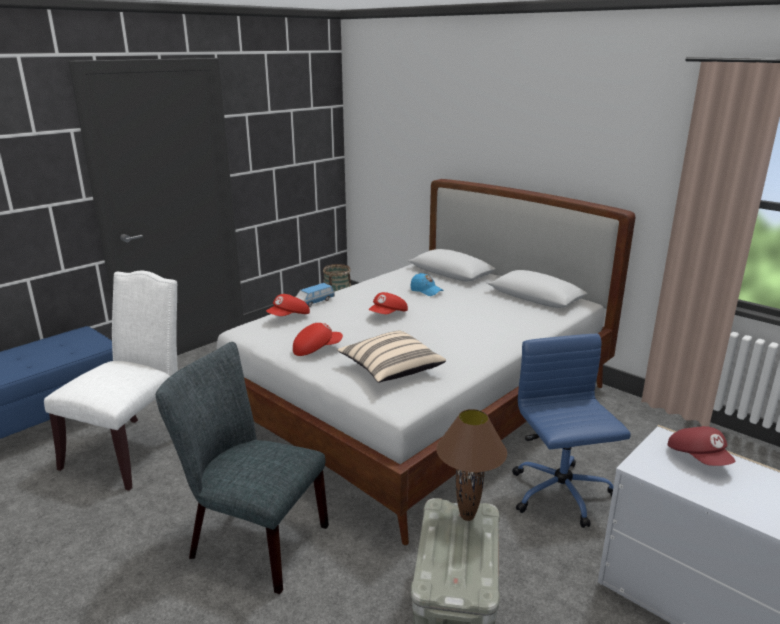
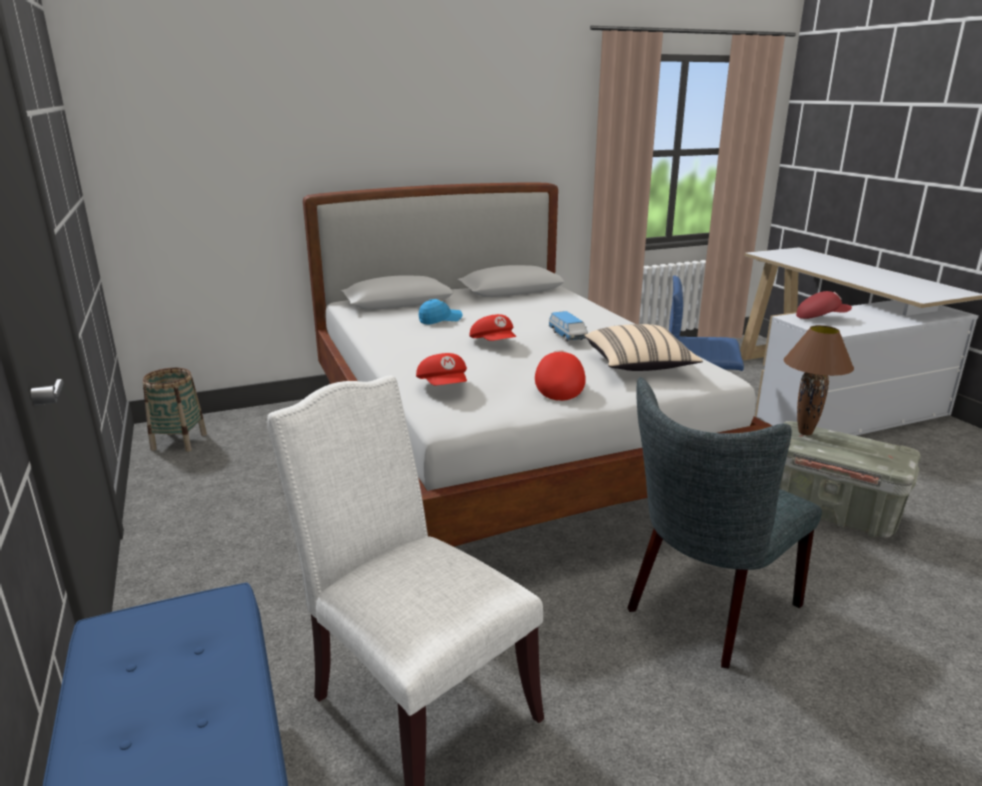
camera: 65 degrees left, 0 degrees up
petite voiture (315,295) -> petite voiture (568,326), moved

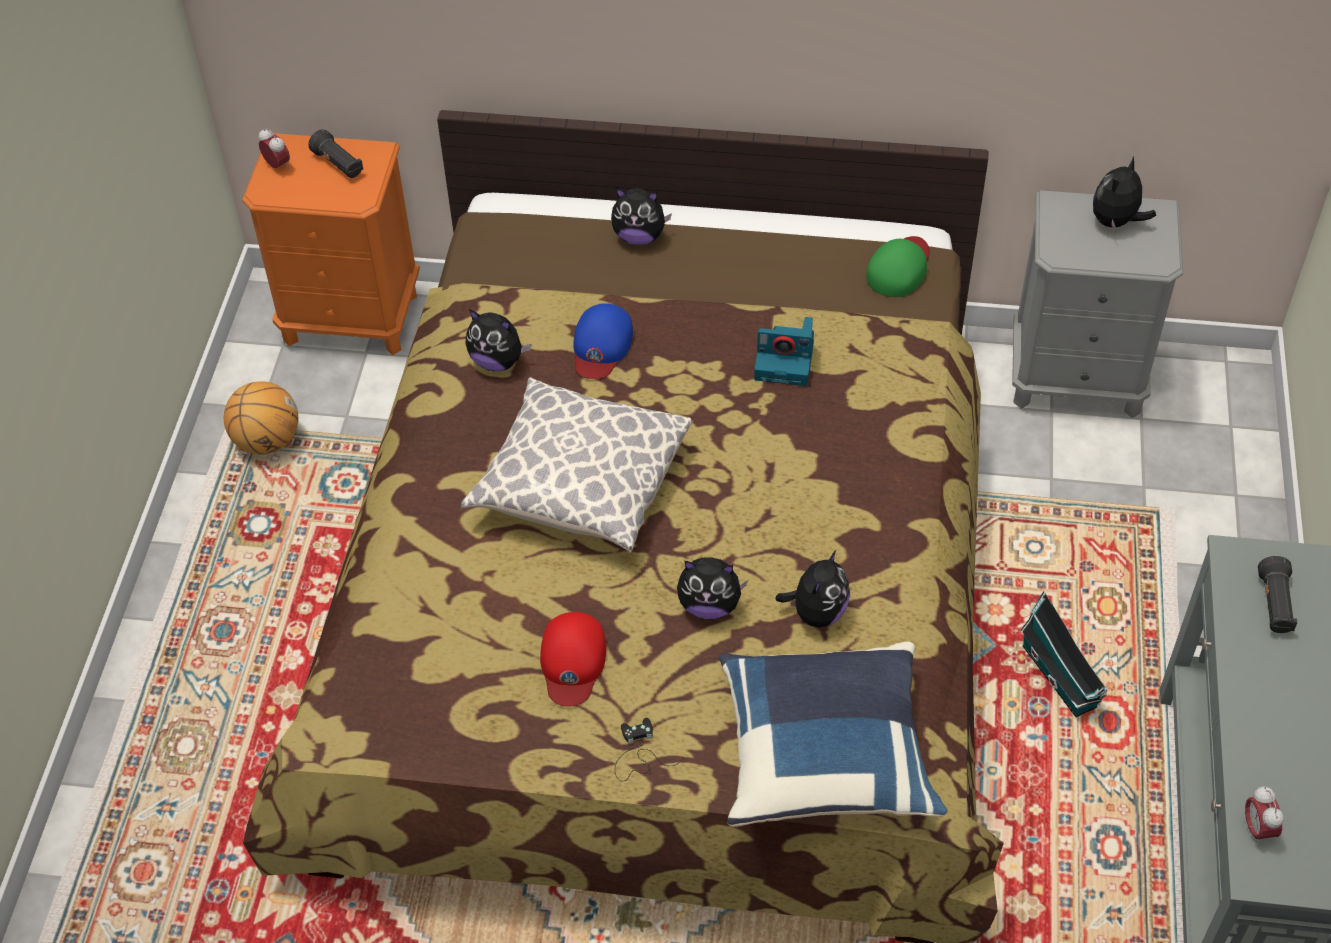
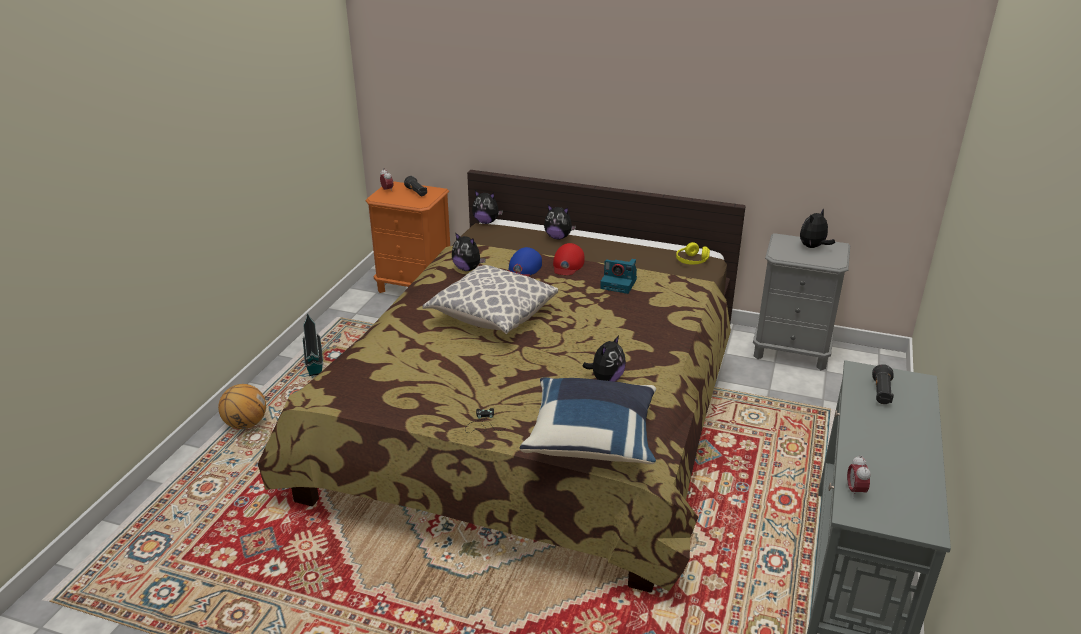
camera: 10 degrees right, 20 degrees down
ballon de basket (261,417) -> ballon de basket (242,406), moved
casquette (rouge) (573,659) -> casquette (rouge) (568,259), moved
peluche (712,588) -> peluche (487,207), moved
casquette (vert) (898,266) -> casque audio (jaune) (693,253)
maison miniature (1064,654) -> maison miniature (313,344), moved

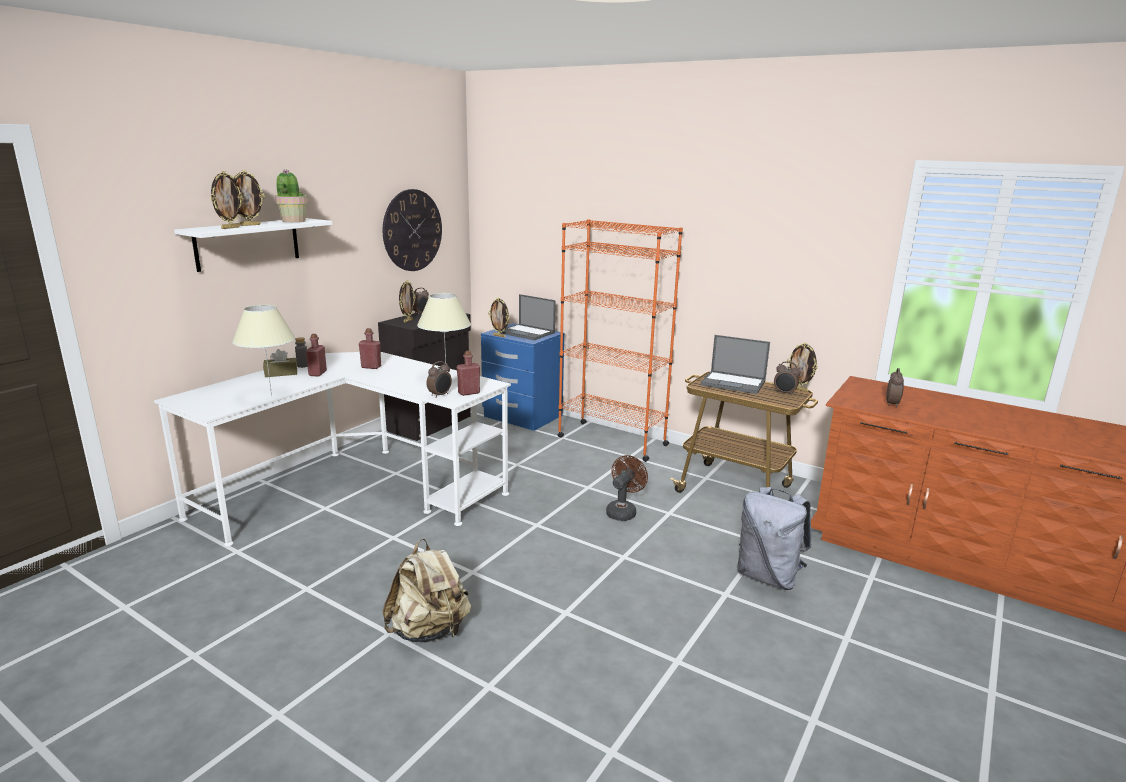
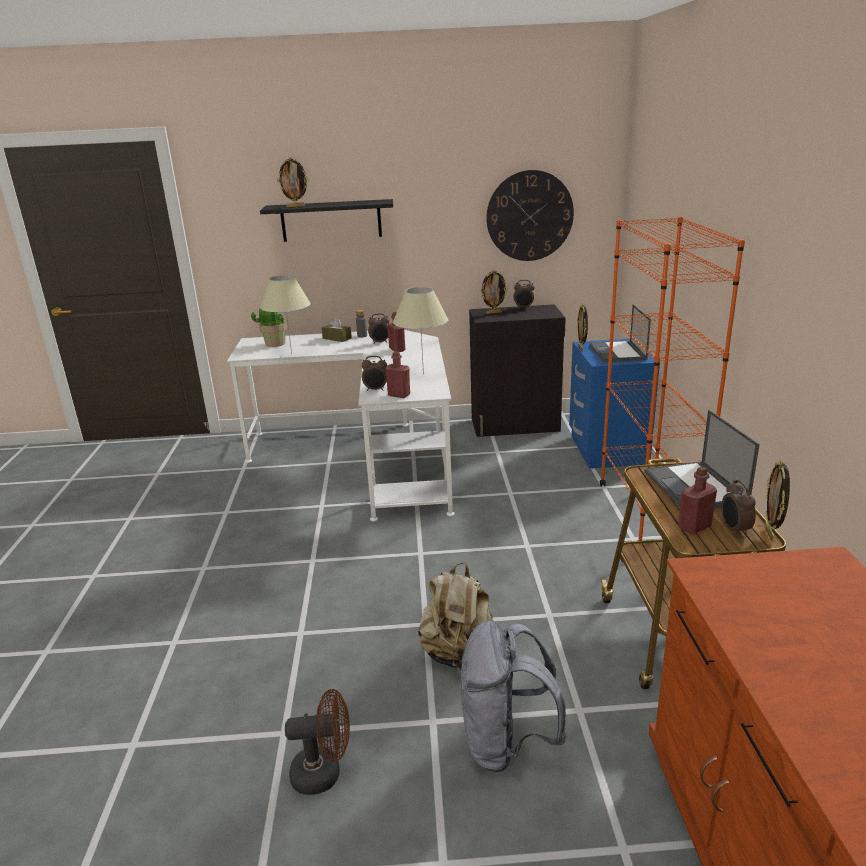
camera: 55 degrees right, 5 degrees up
étagère (blanc) (253,245) -> étagère (noir) (326,220)
cadre photo (249,198) -> none
plante en pot (291,196) -> plante en pot (269,327), moved
bouteille (rouge) (316,355) -> bouteille (rouge) (697,501), moved
sac à dos (beige) (427,590) -> sac à dos (beige) (455,618), moved
ventilateur (marron) (627,488) -> ventilateur (marron) (317,742), moved
réveil (895,388) -> réveil (378,328), moved

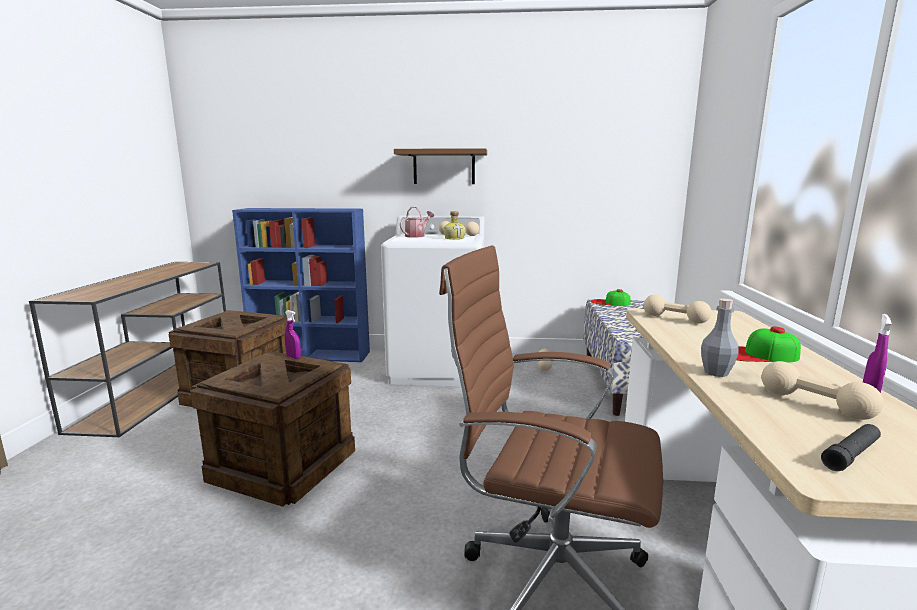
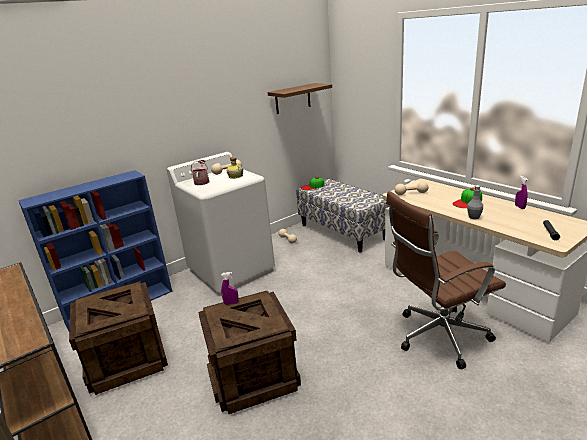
camera: 40 degrees left, 10 degrees up
étagère (marron) (440,166) -> étagère (marron) (300,98), moved
haltère (beige) (822,390) -> none

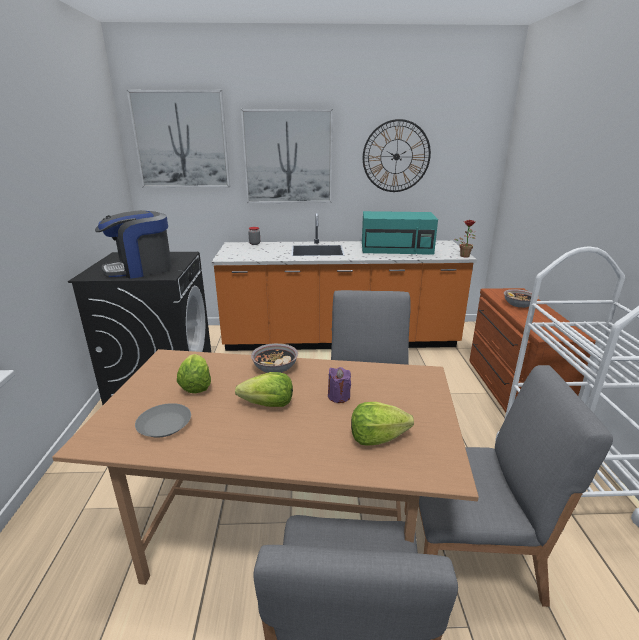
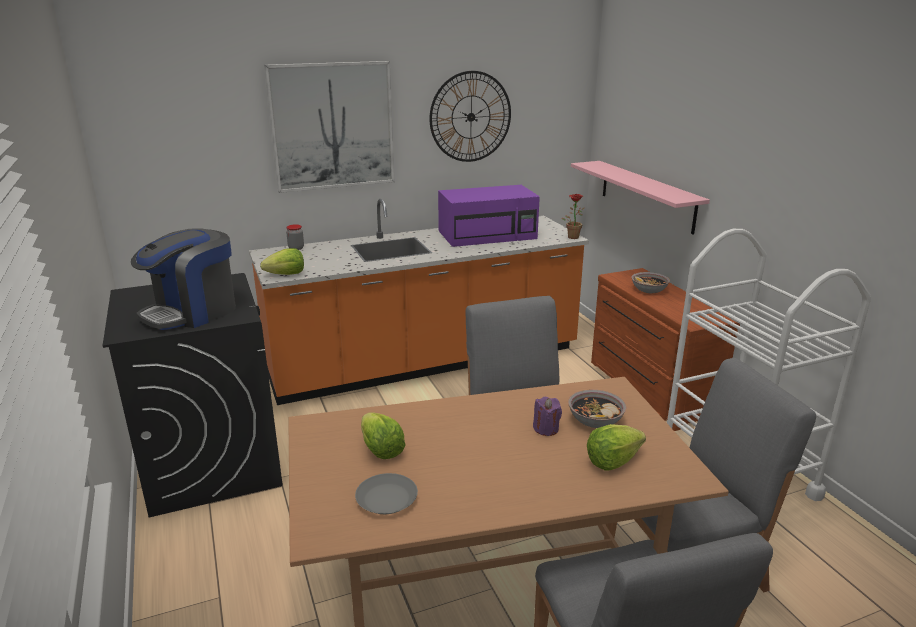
camera: 20 degrees left, 0 degrees up
tableau (178,139) -> none
laitue (264,389) -> laitue (282,261), moved
bol (274,358) -> bol (597,409), moved
micro-ondes (turquoise) (400,233) -> micro-ondes (violet) (489,216)
none -> étagère (rose) (640,197)

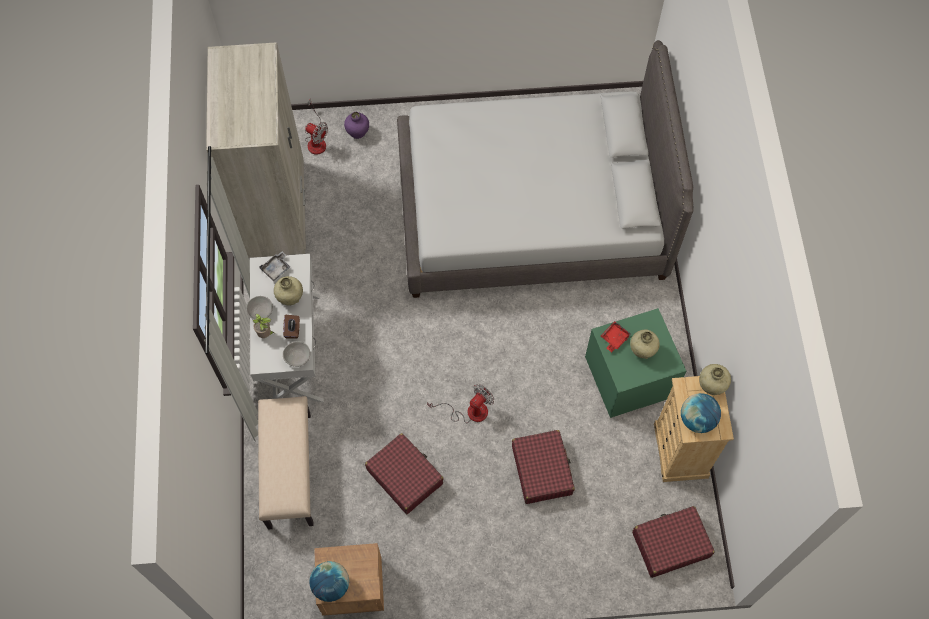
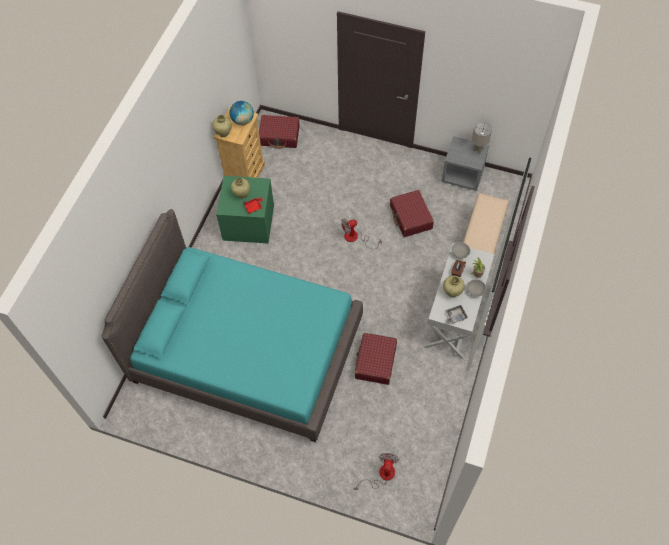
camera: 155 degrees left, 5 degrees down
armoire (beige) (256,150) -> none
ventilateur (316,127) -> ventilateur (376,471), 45 degrees clockwise
globe (329,581) -> lampe de table (gris) (482,138)
table de chevet (marron) (349,579) -> table de chevet (gris) (465,163)
vase (violet) (356,125) -> none
lit (gris) (545,169) -> lit (turquoise) (232,325)
valise (rouge) (543,467) -> valise (rouge) (376,359), moved

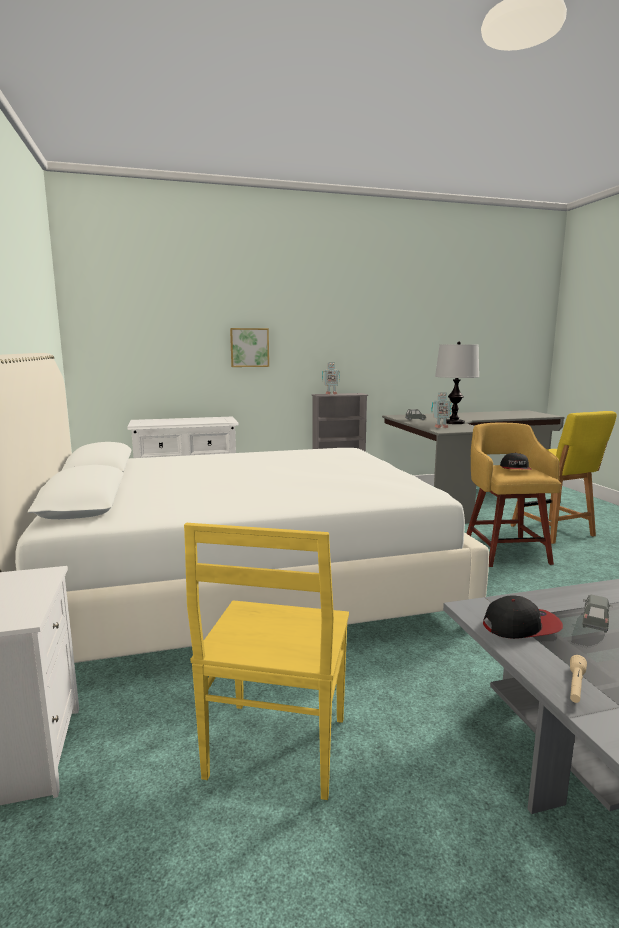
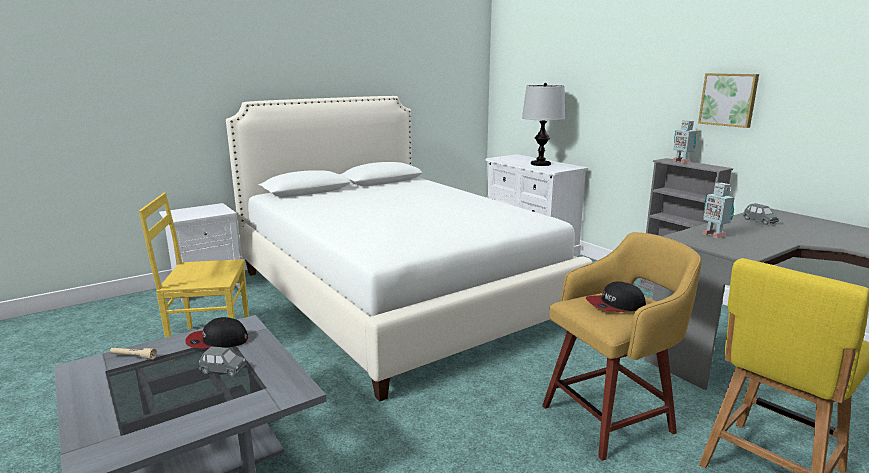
camera: 70 degrees right, 5 degrees up
tableau (249,347) -> tableau (728,100), moved
lampe de table (457,382) -> lampe de table (543,124), moved
casquette (523,617) -> casquette (216,332), 105 degrees clockwise

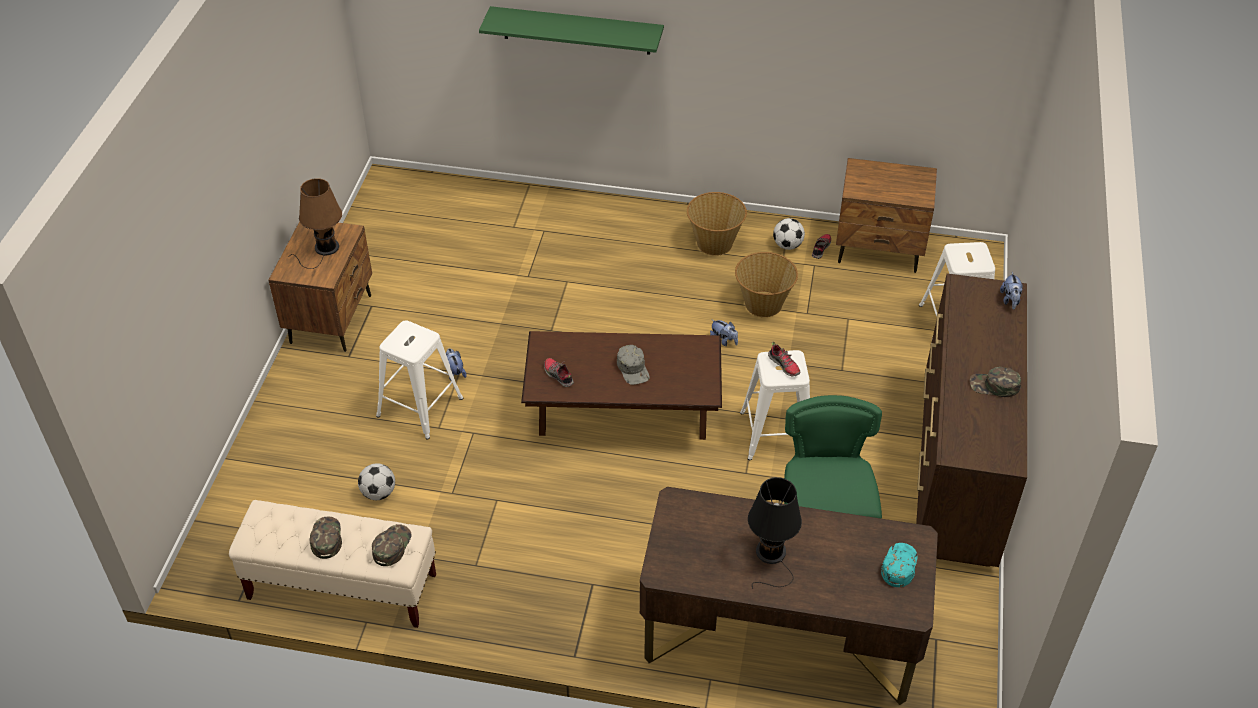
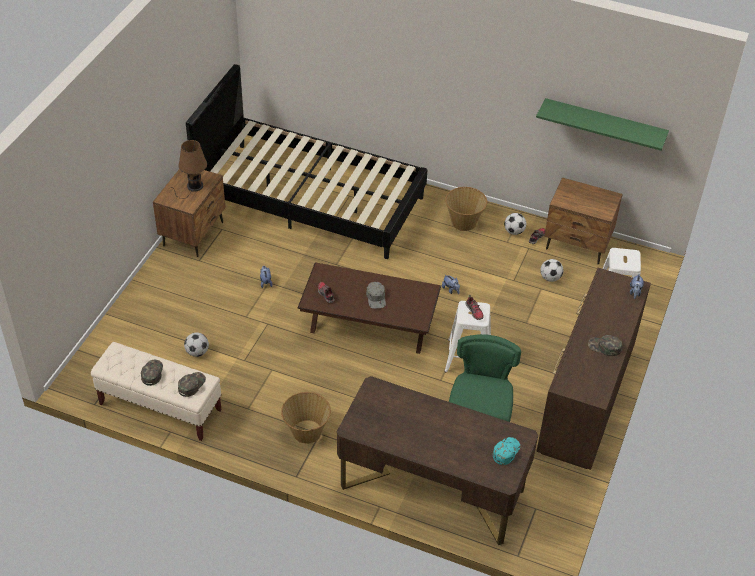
camera: 10 degrees right, 0 degrees up
tabouret (blanc) (419,380) -> none
étagère (vert) (571,30) -> étagère (vert) (602,124), moved
panier (766,284) -> panier (306,418), moved
lampe de table (noir) (775,533) -> none
none -> lit (noir) (306,161)
none -> ballon de foot (551,270)

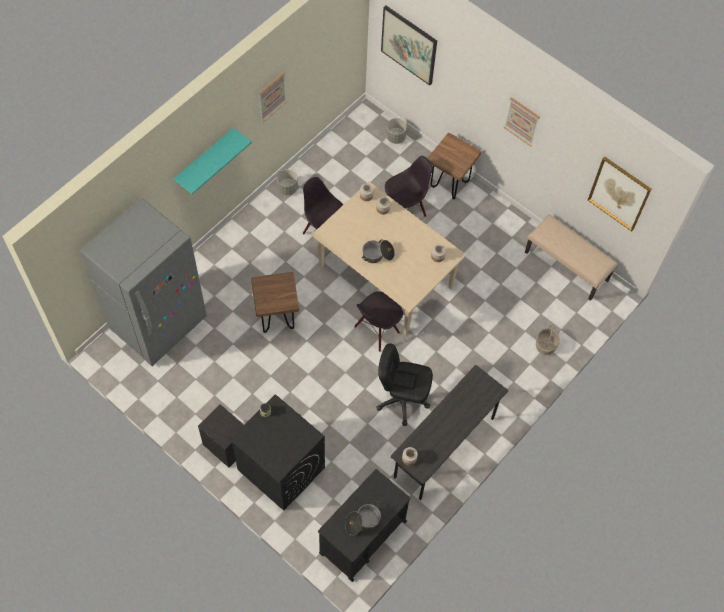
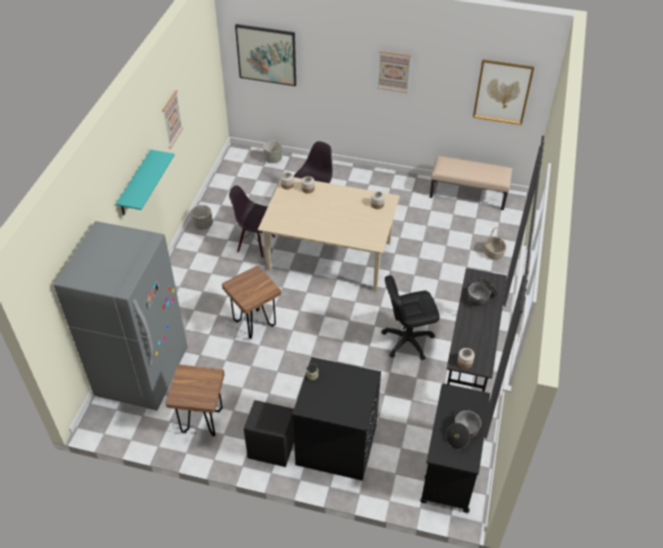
camera: 25 degrees left, 15 degrees down
chaise (noir) (378,321) -> none
marmite (378,251) -> marmite (483,292), moved
tabouret (marron) (454,166) -> tabouret (marron) (195,400), moved

